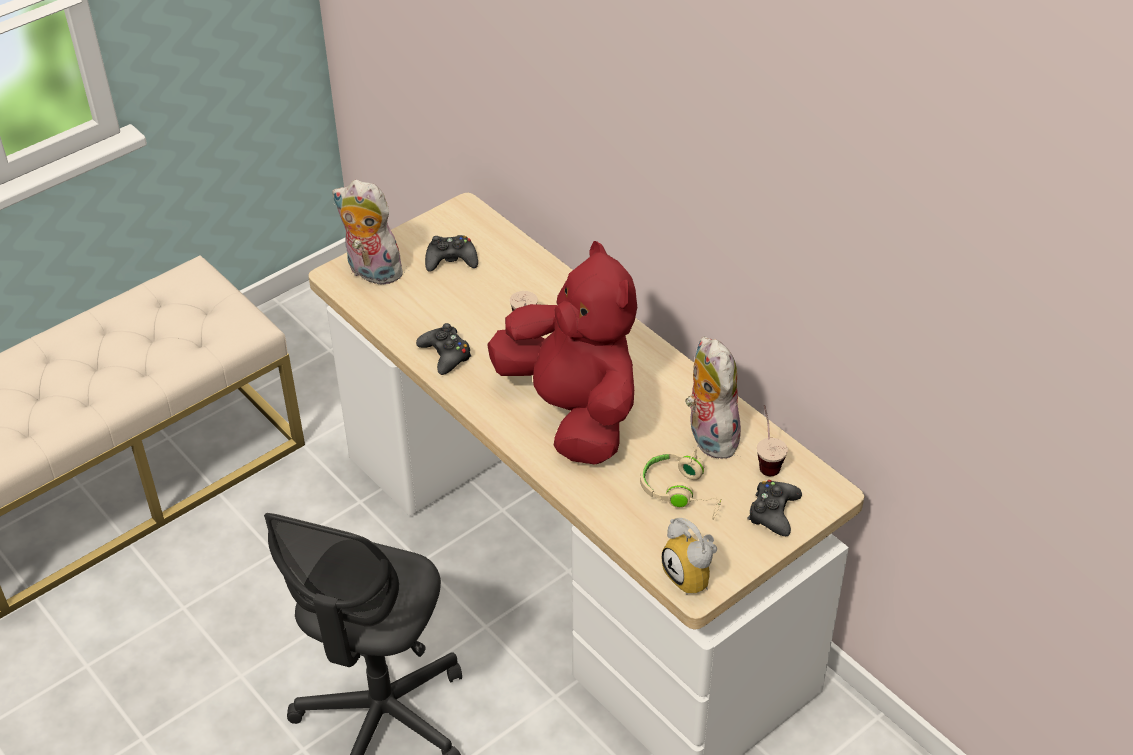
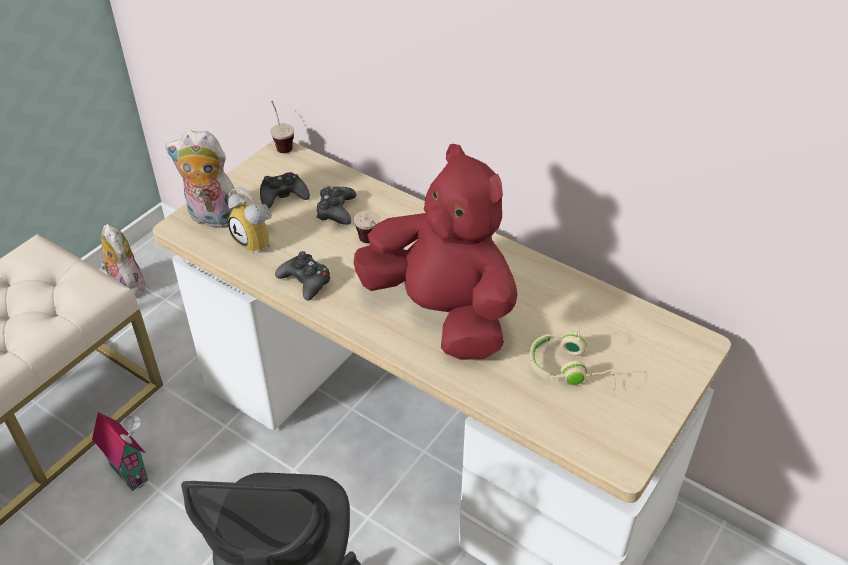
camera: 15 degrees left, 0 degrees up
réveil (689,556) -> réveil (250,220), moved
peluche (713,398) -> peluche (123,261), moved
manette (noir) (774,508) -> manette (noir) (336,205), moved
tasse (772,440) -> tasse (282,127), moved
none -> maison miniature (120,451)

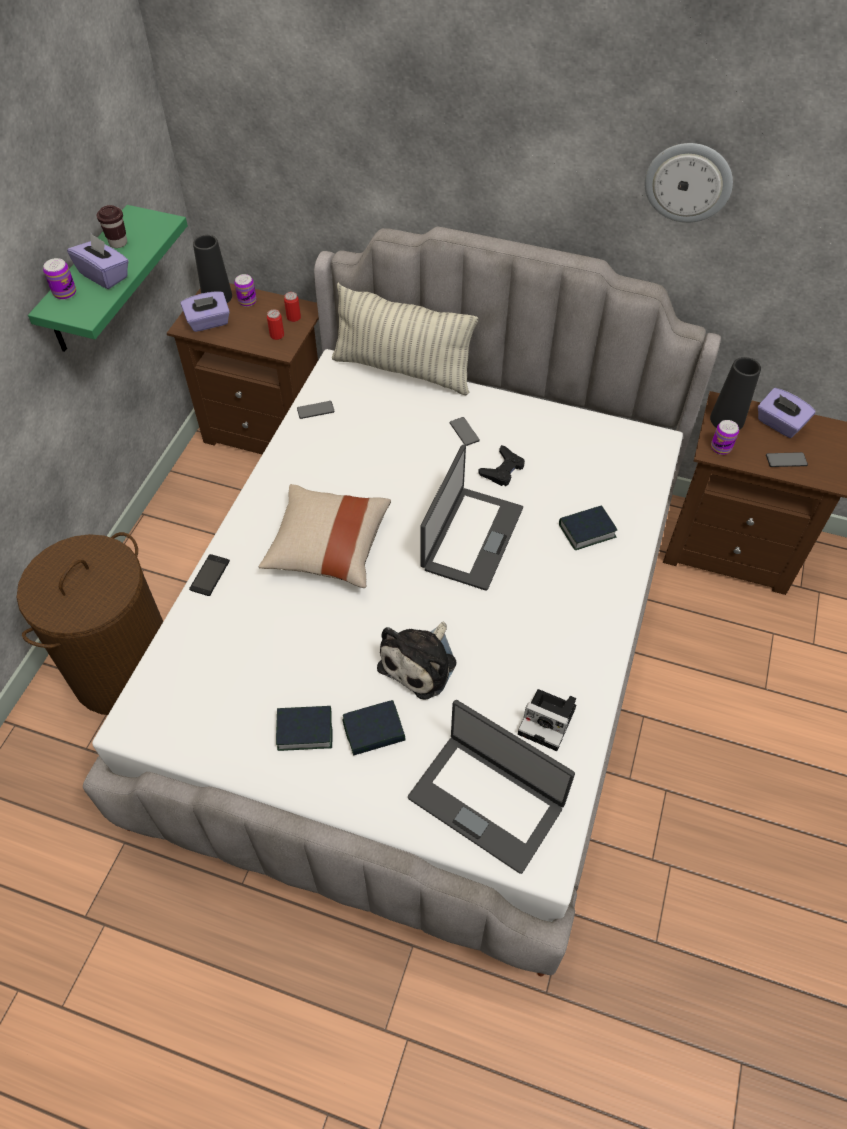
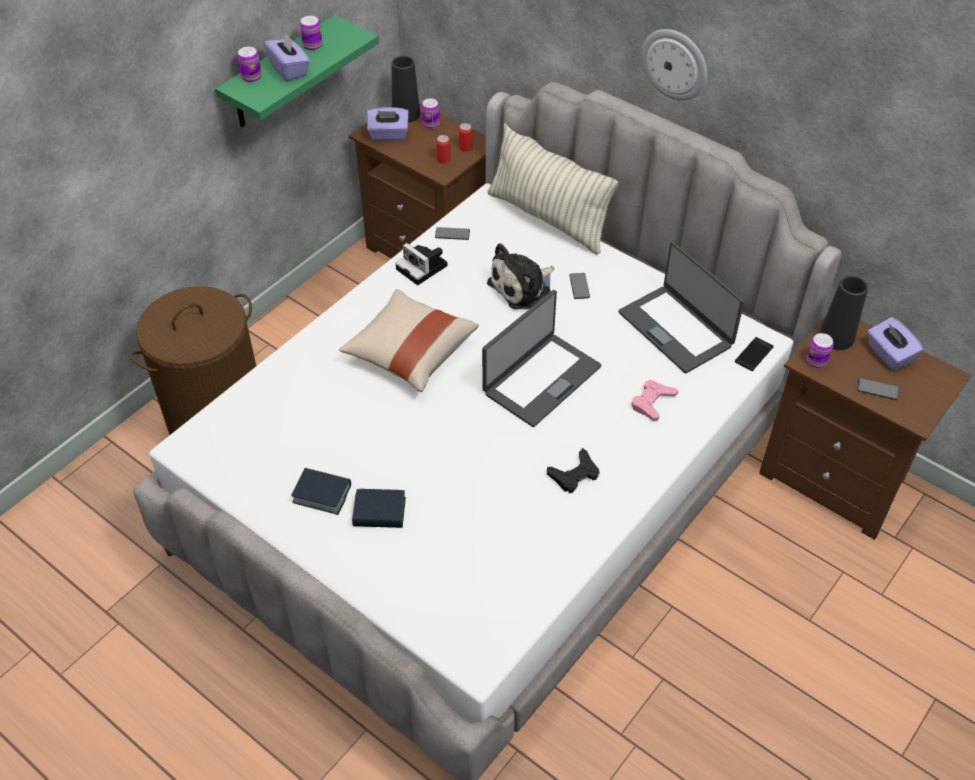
camera: 20 degrees right, 5 degrees down
tasse (marron) (112,226) -> boîte métallique (311,33)
téléphone (209,575) -> téléphone (754,354), moved
peluche (417,661) -> peluche (520,276), moved
ordinateur portable (491,787) -> ordinateur portable (681,308), moved
manette (noir) (501,465) -> manette (noir) (573,470), moved
appareil photo (547,720) -> appareil photo (422,264), moved
livre (588,527) -> manette (rose) (655,400)
horloge murale (688,183) -> horloge murale (674,65), moved

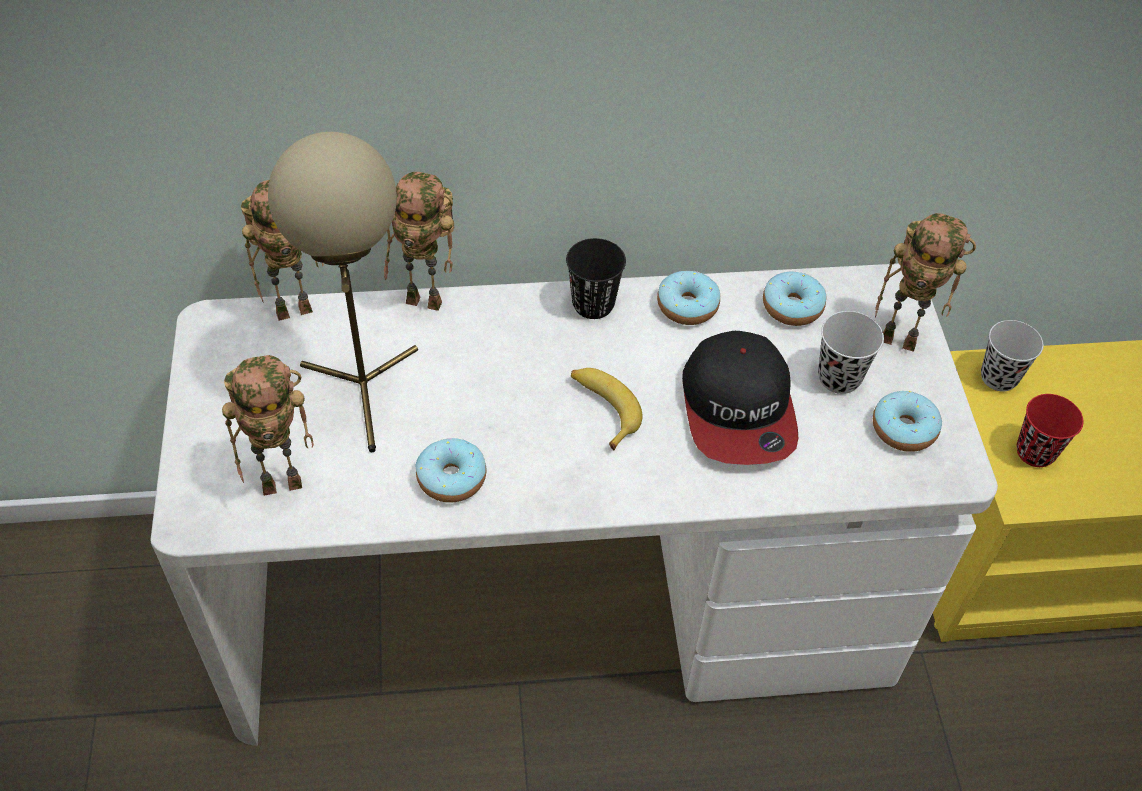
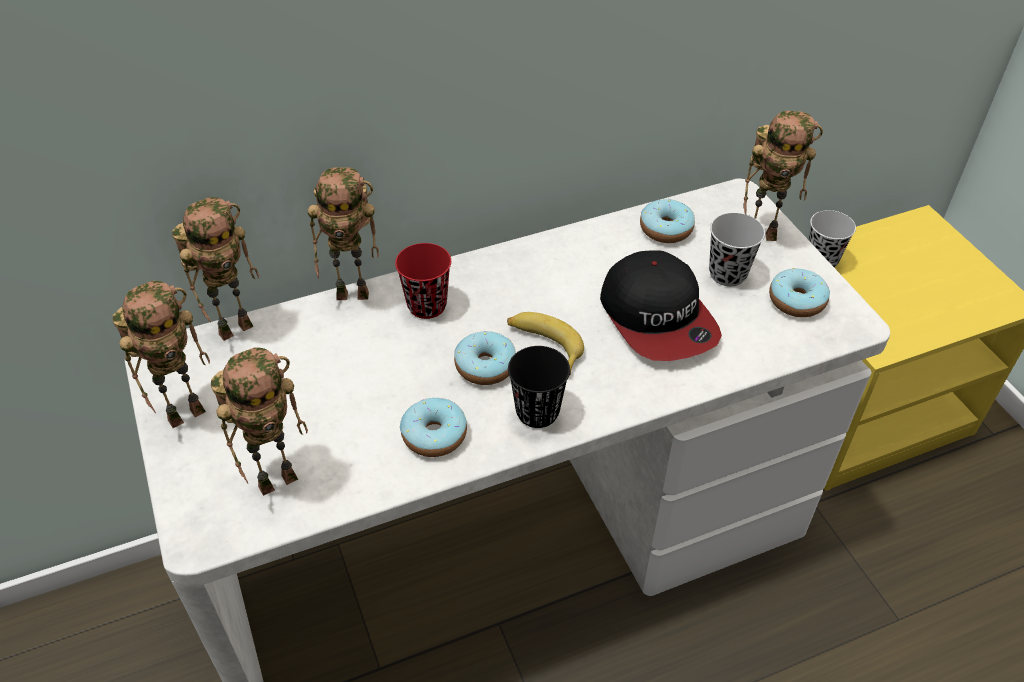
camera: 15 degrees left, 5 degrees down
lampe de table (beige) (343,292) -> none
tasse (noir) (596,278) -> tasse (noir) (539,387), moved
beignet (688,298) -> beignet (485,358), moved
tasse (rouge) (1050,430) -> tasse (rouge) (423,281), moved
none -> robot jouet (161,354)

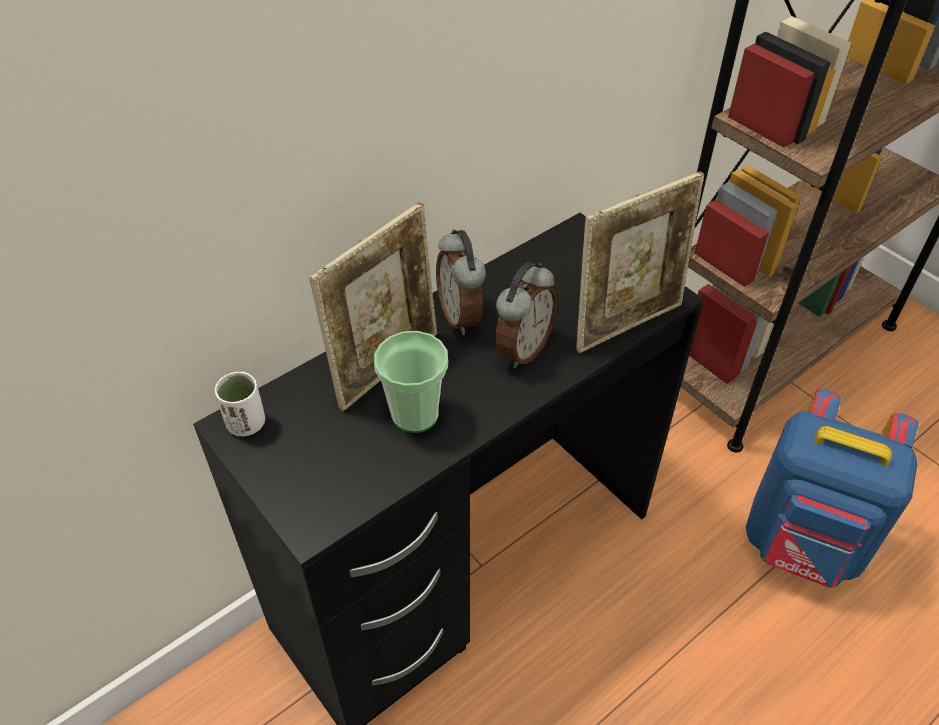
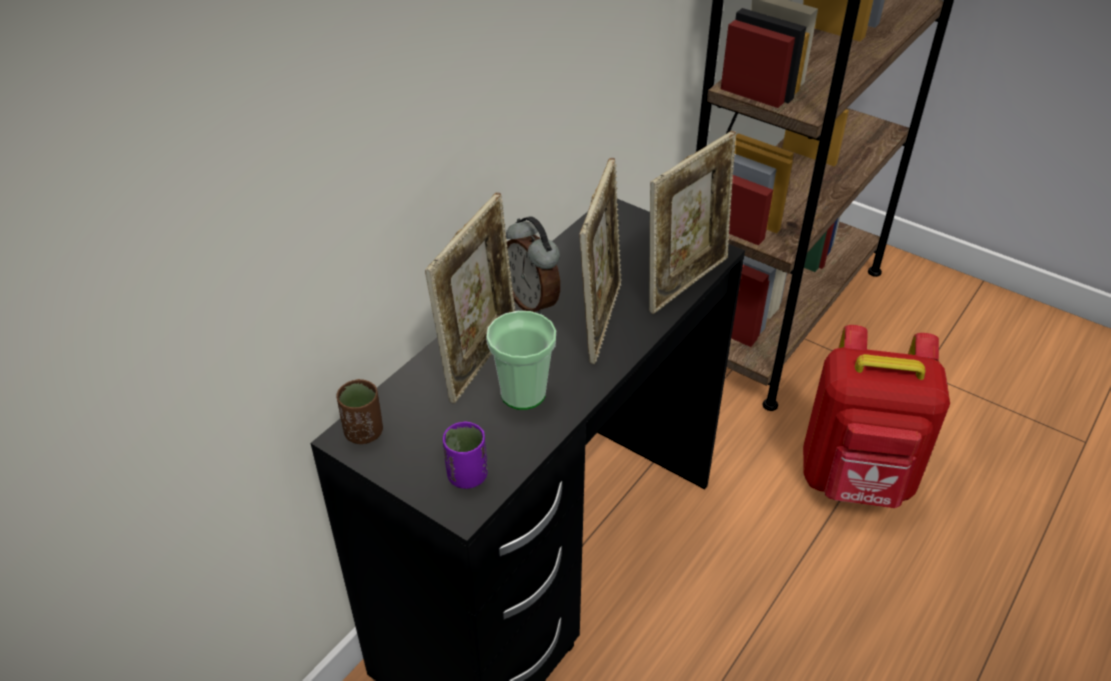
camera: 15 degrees left, 5 degrees down
tasse (blanc) (240,404) -> tasse (marron) (360,411)
réveil (526,315) -> cadre photo (600,261)
sac à dos (bleu) (832,488) -> sac à dos (rouge) (876,416)
none -> tasse (violet) (465,455)

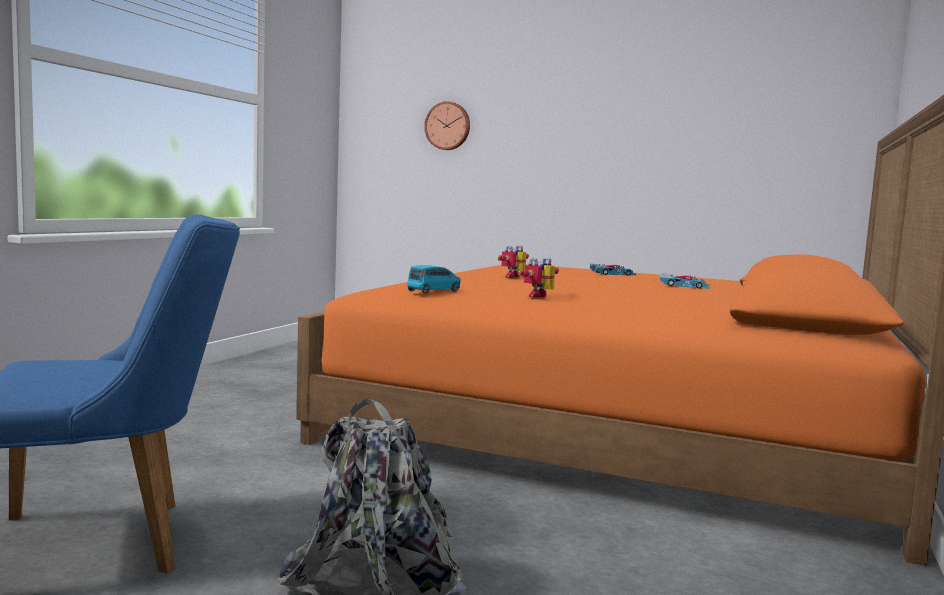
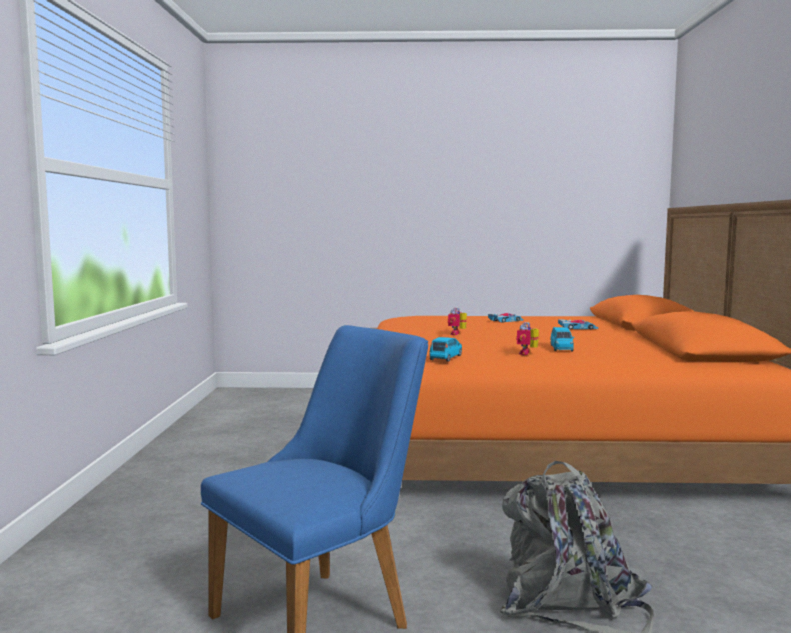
camera: 20 degrees left, 0 degrees up
horloge murale (447,125) -> none
none -> petite voiture (bleu) (562,339)

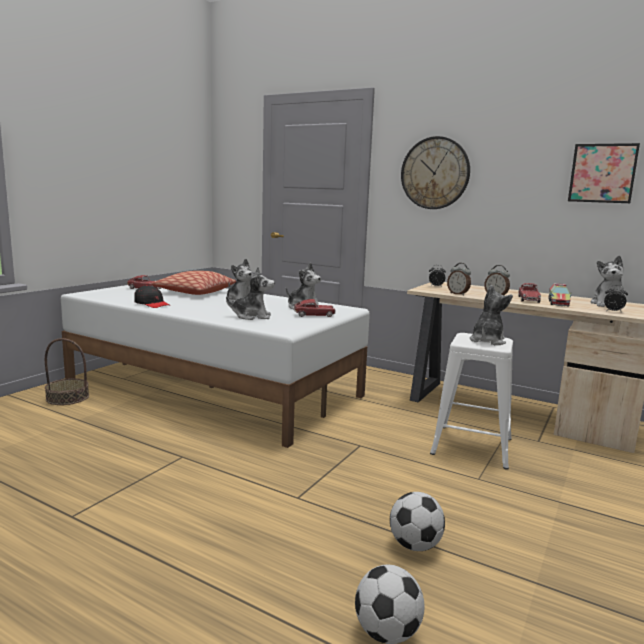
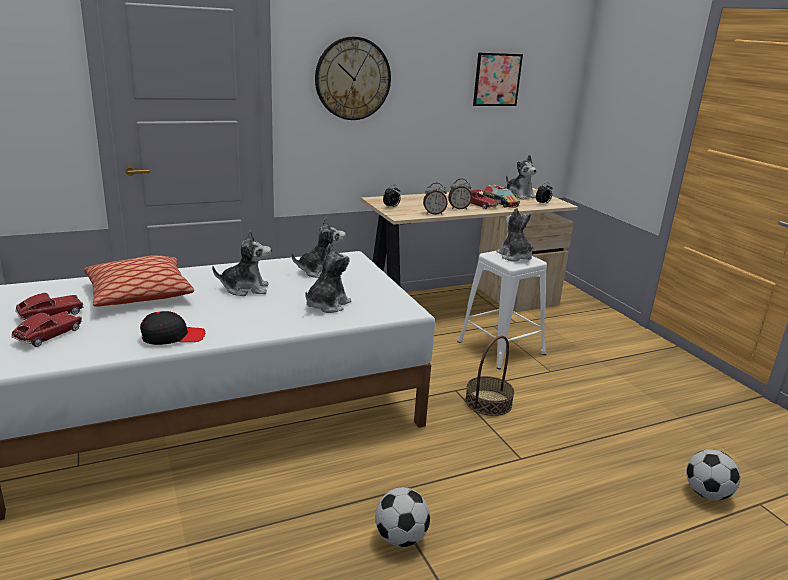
camera: 55 degrees left, 10 degrees up
panier (67,371) -> panier (489,376), moved
petite voiture (314,308) -> petite voiture (46,329), moved
ballon de foot (417,521) -> ballon de foot (402,517), moved

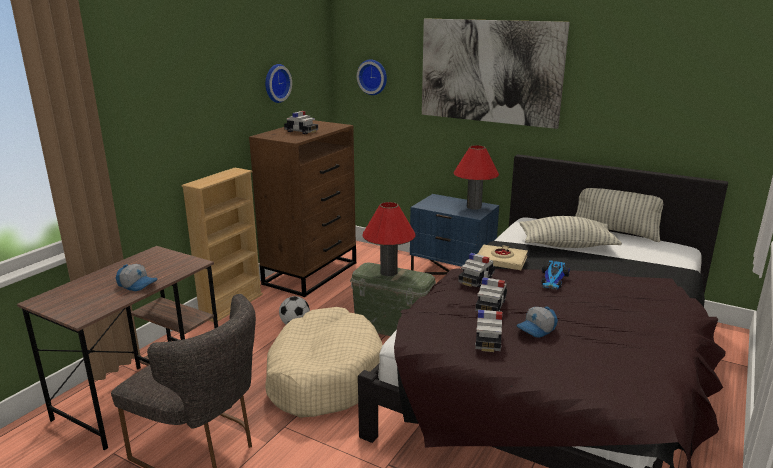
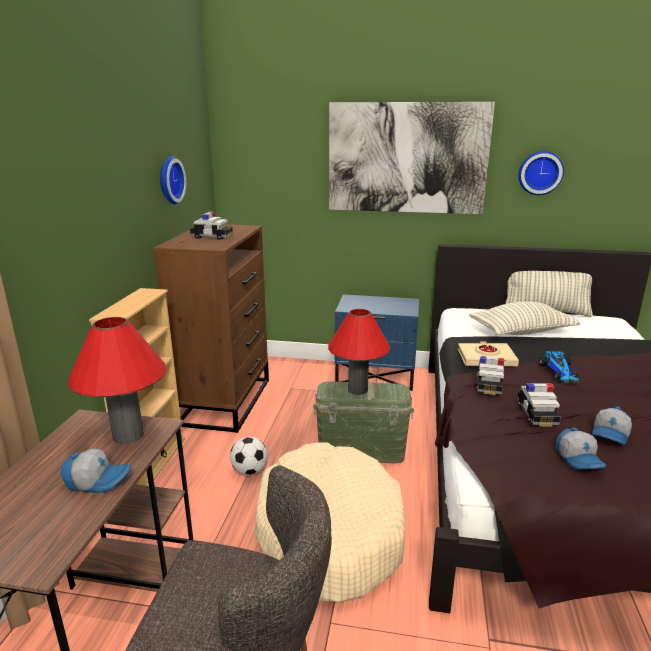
camera: 20 degrees left, 0 degrees up
horloge murale (372,77) -> horloge murale (541,173), moved
lampe de table (rouge) (476,177) -> lampe de table (rouge) (117,380), moved
petite voiture (489,331) -> casquette (581,449)

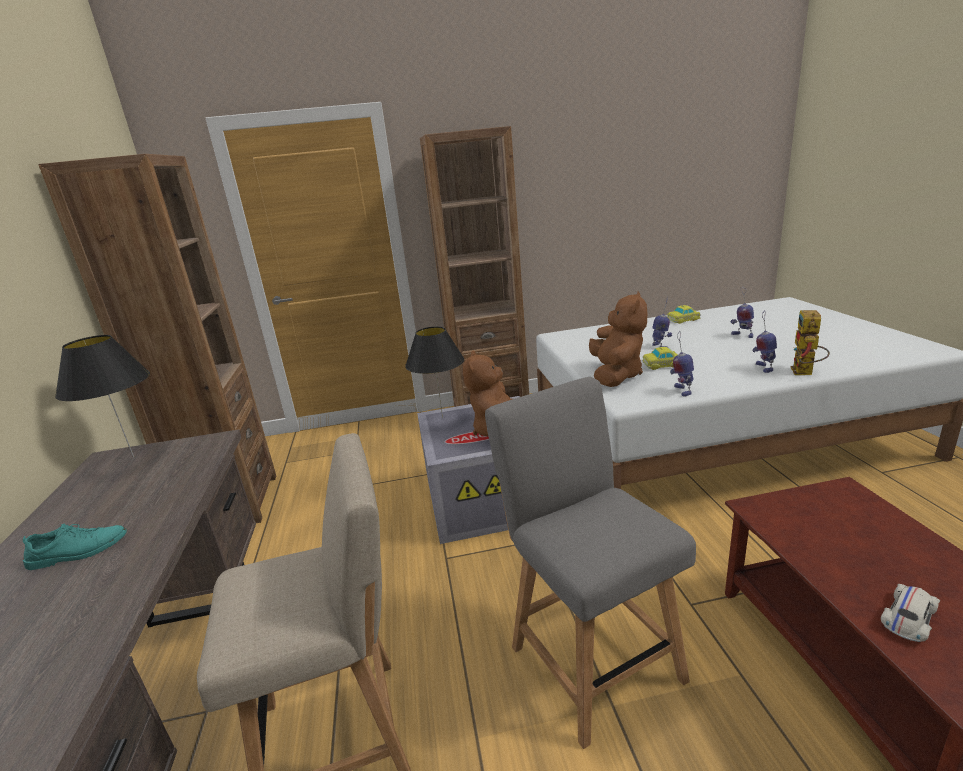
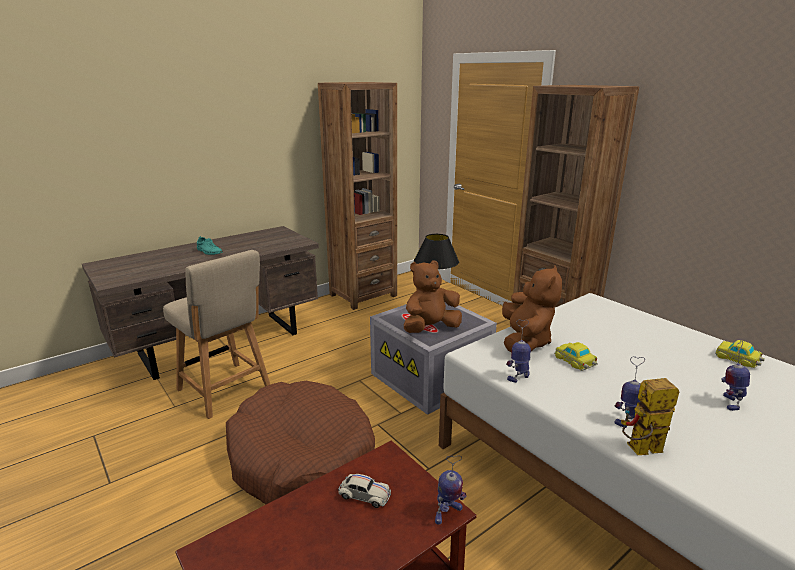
camera: 60 degrees right, 0 degrees up
lampe de table (noir) (102,396) -> none
chaise (gris) (590,563) -> panier pour chien (marron) (300,443)
peluche (marron) (618,339) -> peluche (marron) (532,309), 60 degrees counterclockwise
robot jouet (662,322) -> robot jouet (450,490), moved
petite voiture (blanc) (910,613) -> petite voiture (blanc) (364,491), moved

